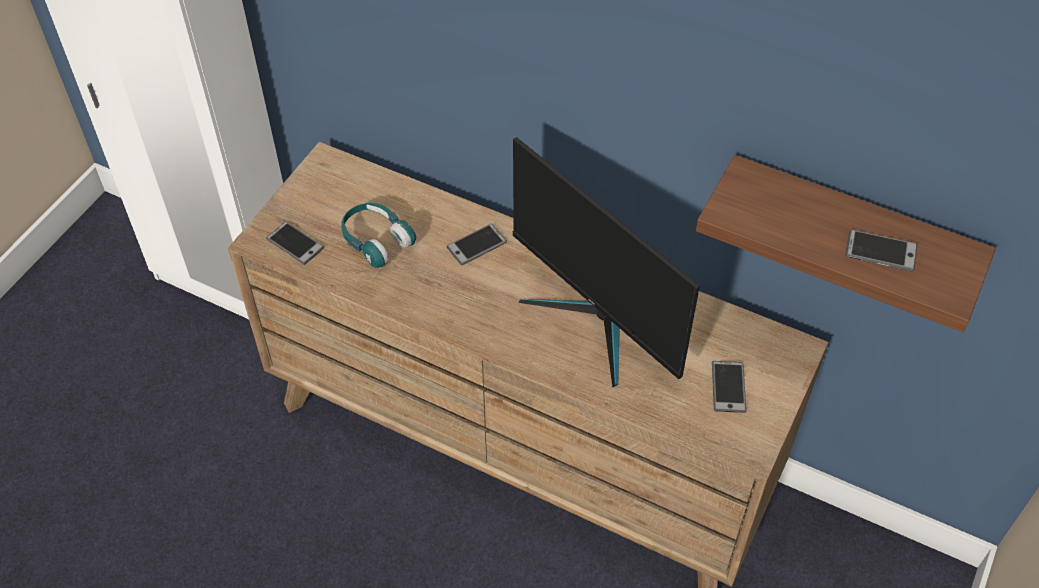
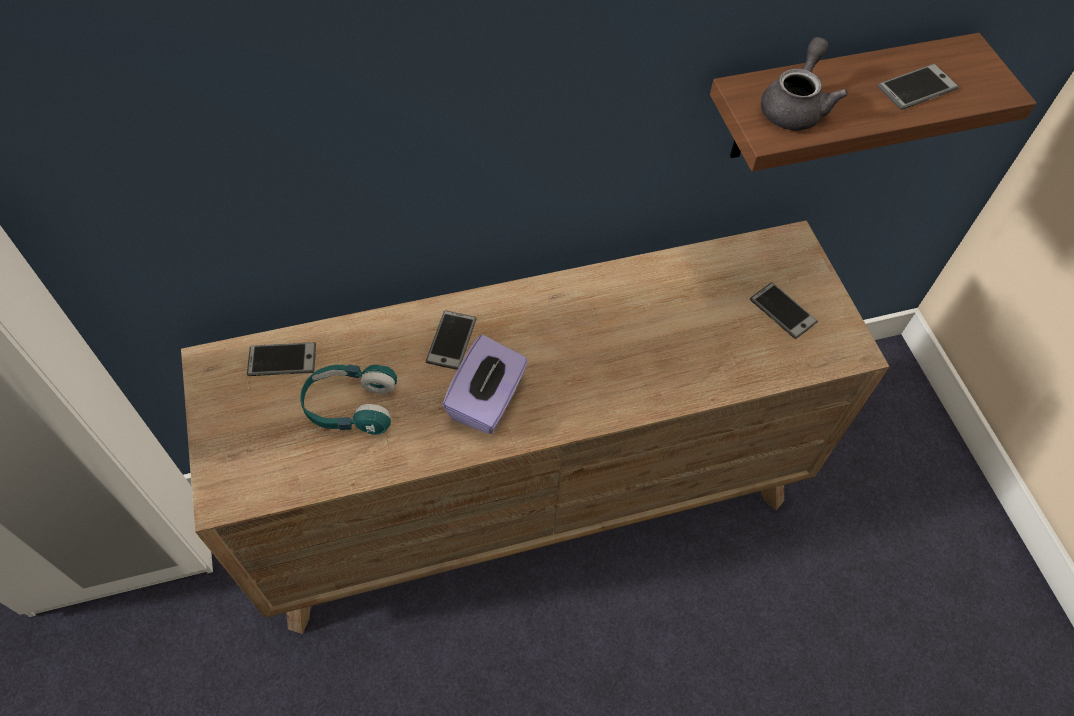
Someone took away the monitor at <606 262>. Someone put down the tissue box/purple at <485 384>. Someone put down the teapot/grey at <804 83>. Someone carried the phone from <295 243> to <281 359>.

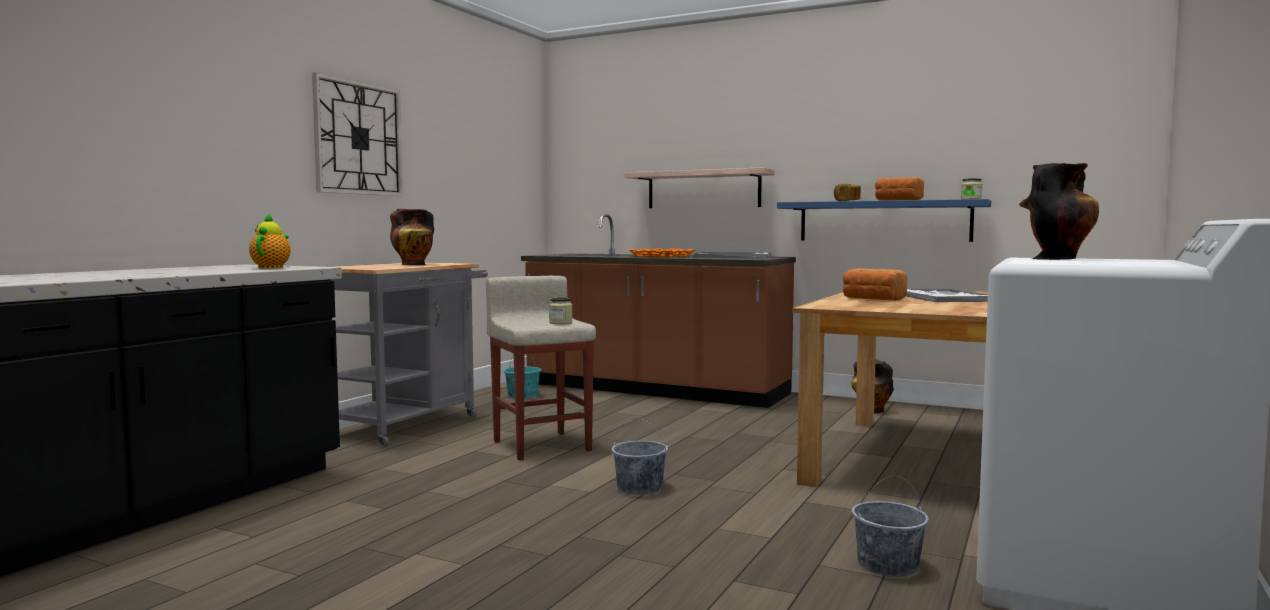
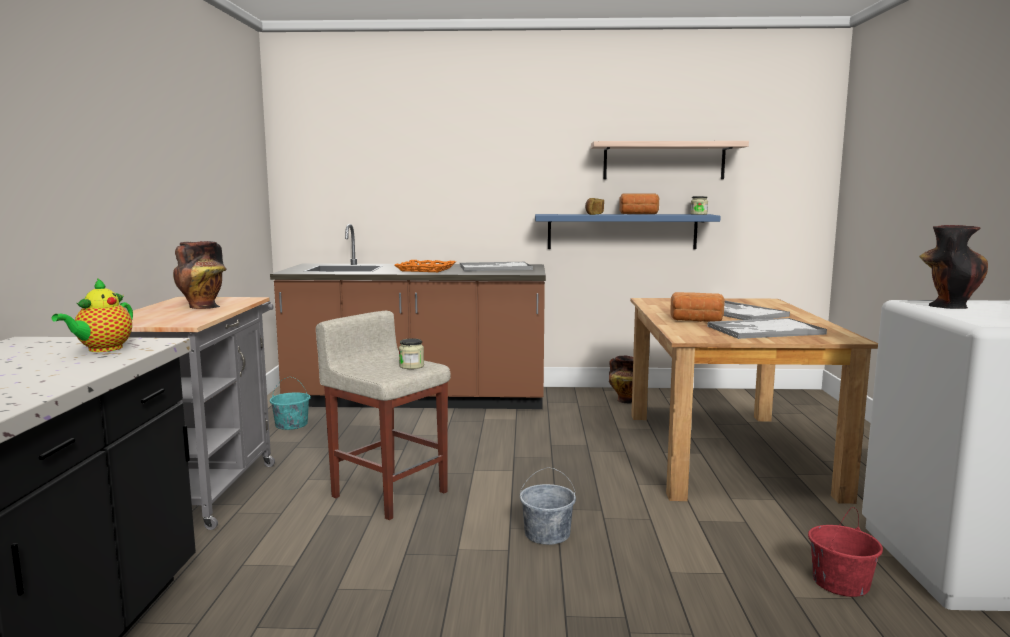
Someone took away the wall clock at <357 134>. Someone put down the tray at <767 328>. Someone carried the shelf from <699 187> to <670 160>. Someone repainted the bucket/grey at <890 526>, which became the bucket/red at <845 552>. Someone rotated the teapot at <270 241> by 135 degrees counterclockwise.

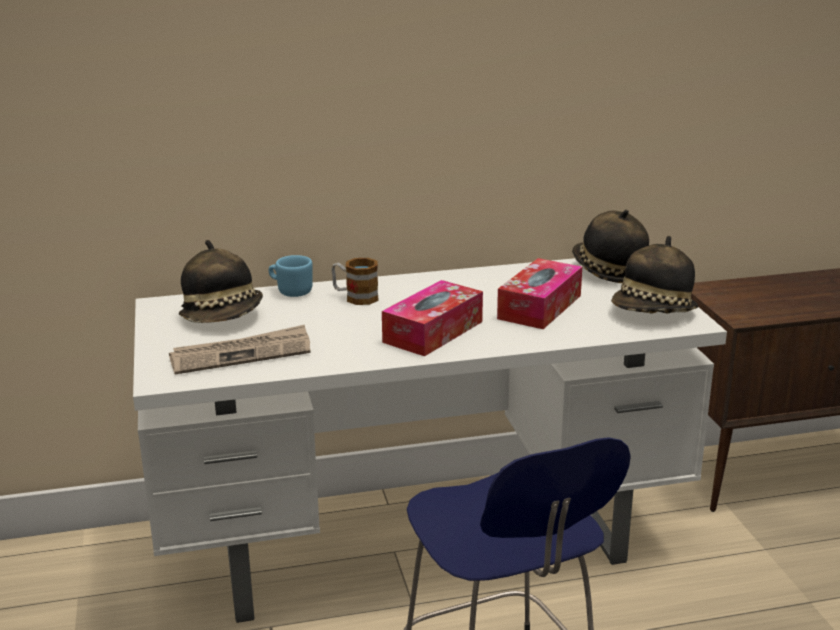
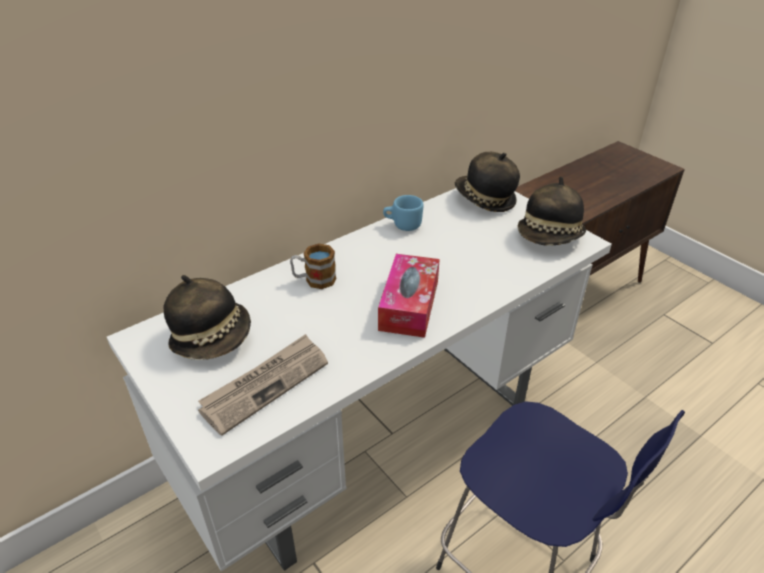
Someone took away the tissue box at <539 293>. Someone carried the mug/blue from <291 276> to <403 213>.

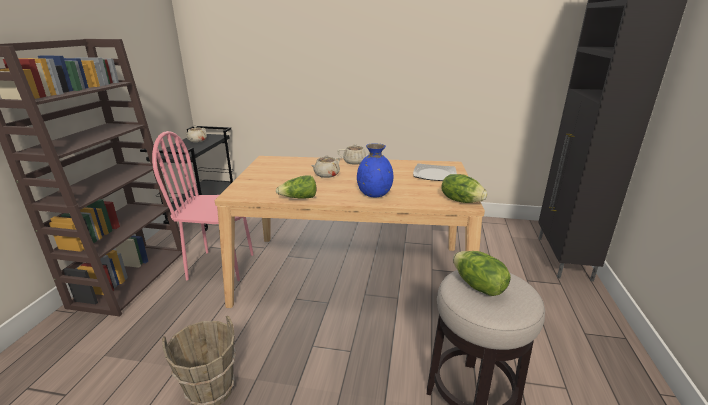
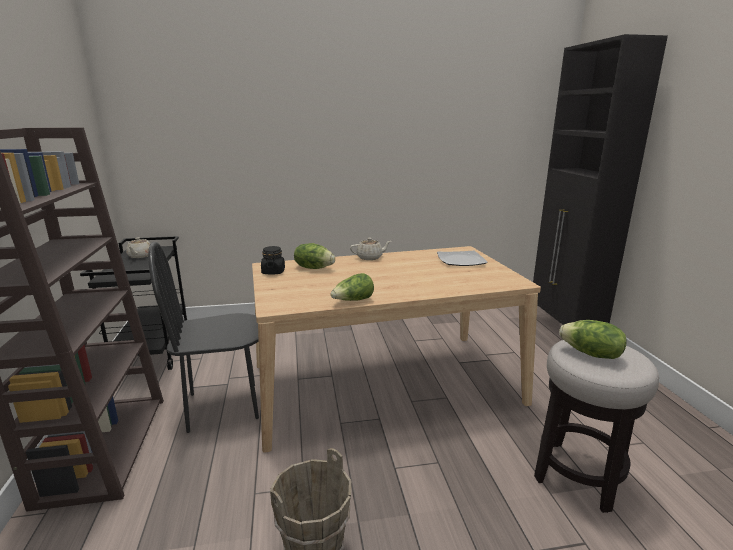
Someone took away the teapot/beige at <325 166>. Someone took away the vase/blue at <375 170>. Someone put down the jar/black at <273 260>. Someone carried the lettuce from <464 188> to <314 256>. Someone repainted the chair/pink at <203 206>, which became the chair/black at <203 337>.

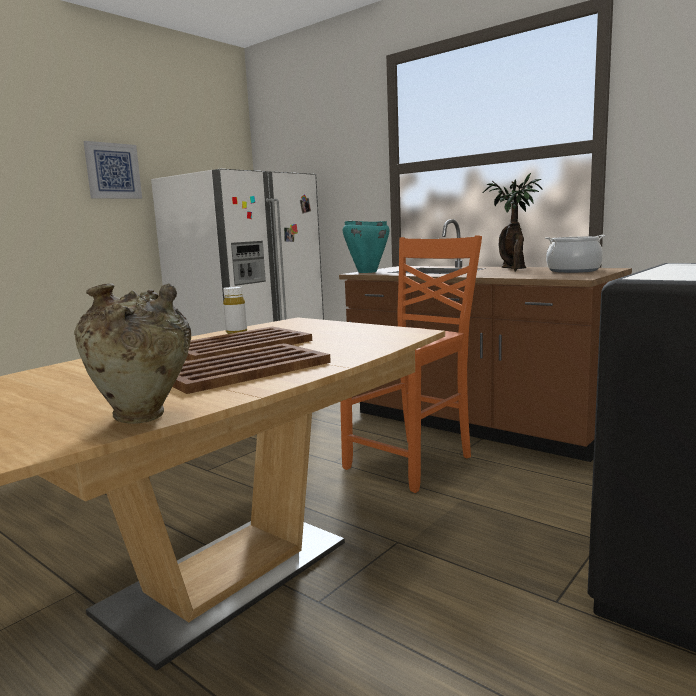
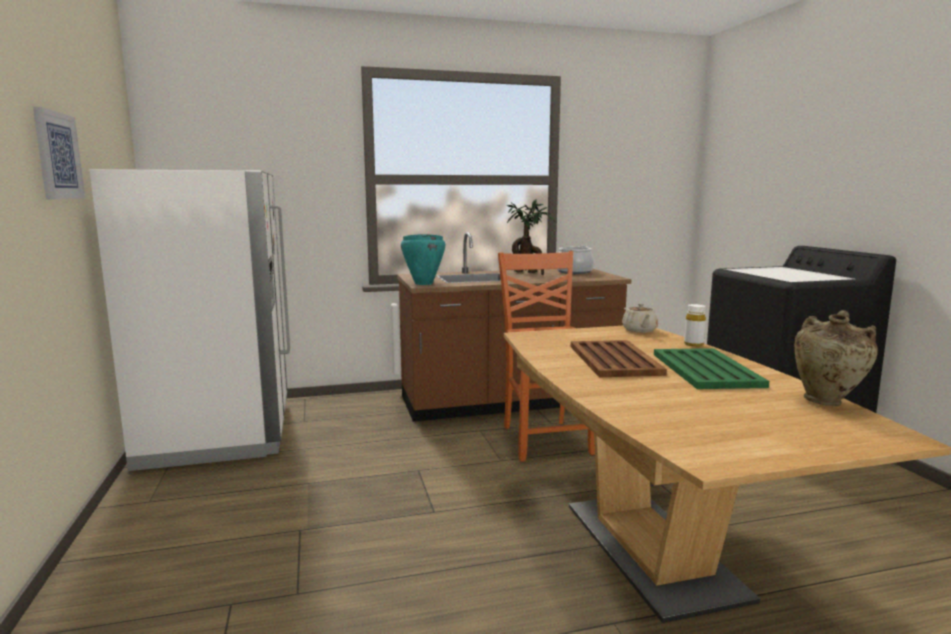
Someone put down the teapot/beige at <640 318>. Someone carried the bottle/white from <235 310> to <695 325>. Someone repainted the tray/brown at <252 368>, which became the tray/green at <711 368>.

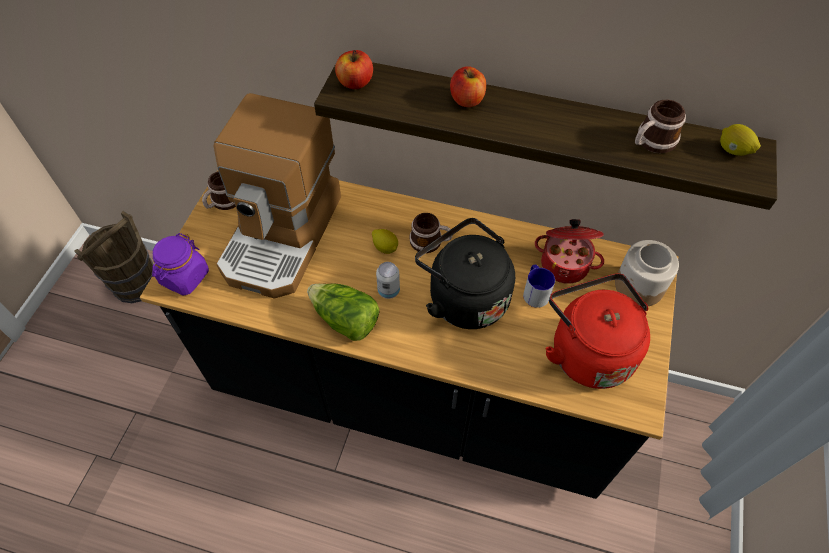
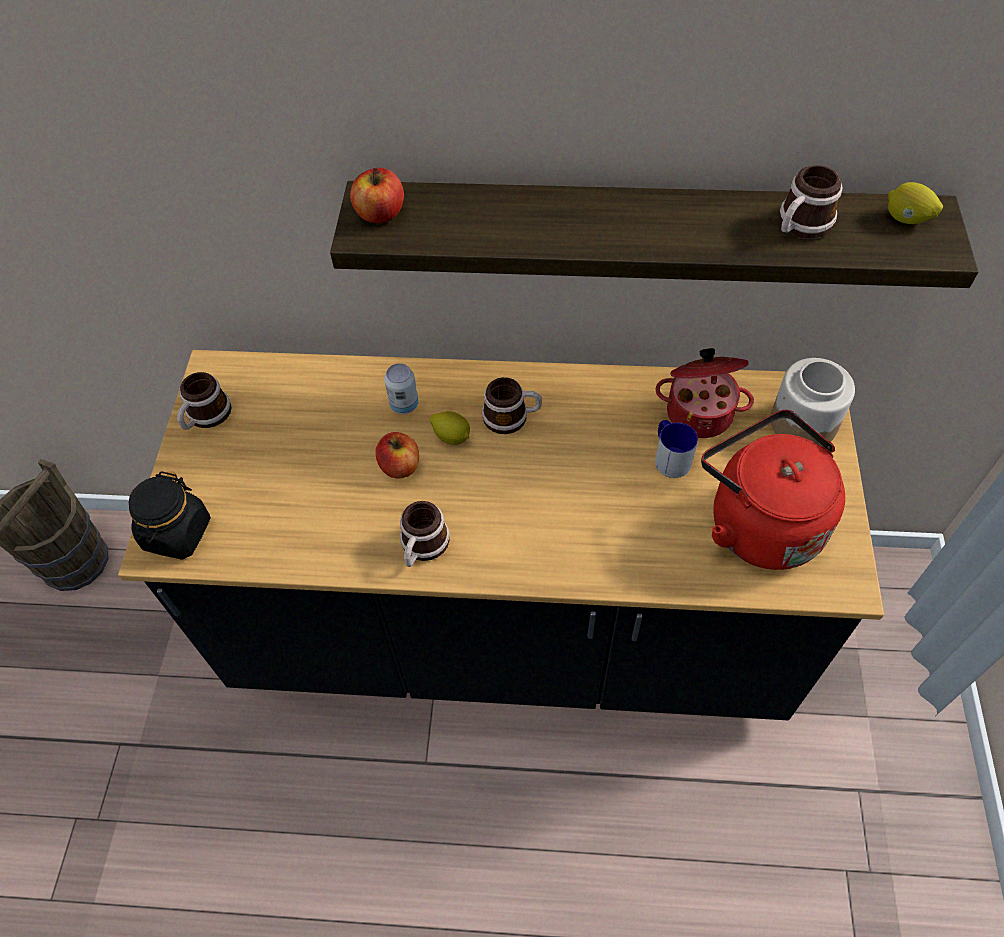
Someone took away the coffee machine at <277 196>. Someone took away the kettle/black at <465 273>. Someone carried the can from <388 280> to <401 388>. Someone carried the apple from <468 86> to <397 455>. Someone swapped the lettuce at <343 312> for the mug at <425 534>. Someone repainted the jar/purple at <180 264>, which became the jar/black at <170 515>.

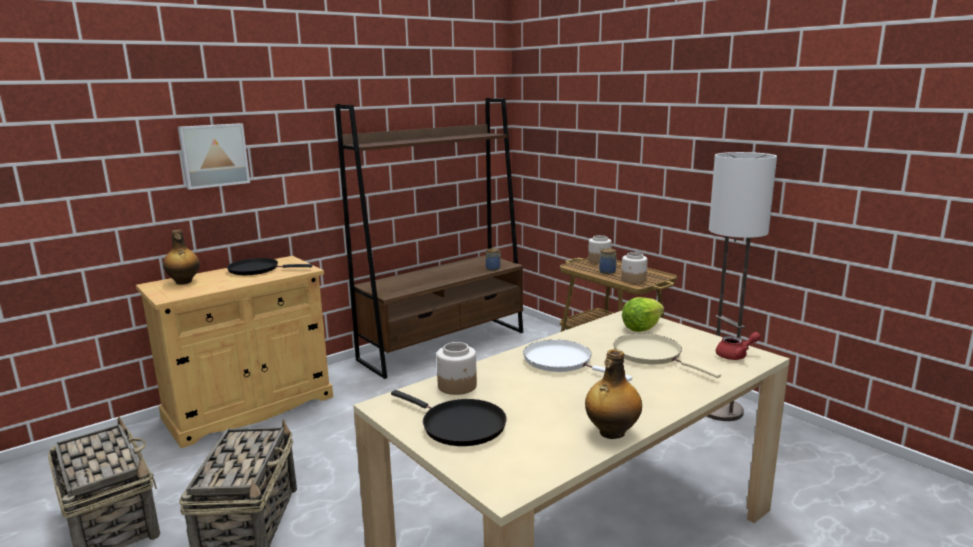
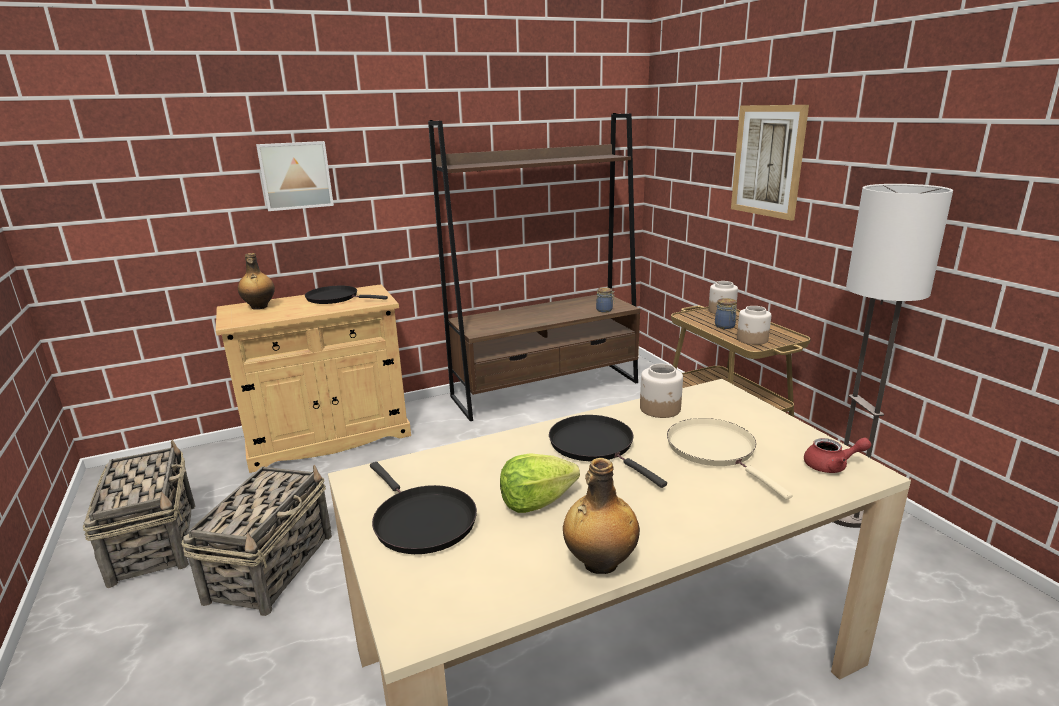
Someone put up the picture at <770 163>. Someone carried the jar from <457 368> to <661 391>. Someone carried the lettuce from <643 314> to <540 483>. Someone repainted the frying pan/white at <577 360>, which became the frying pan/black at <608 451>.

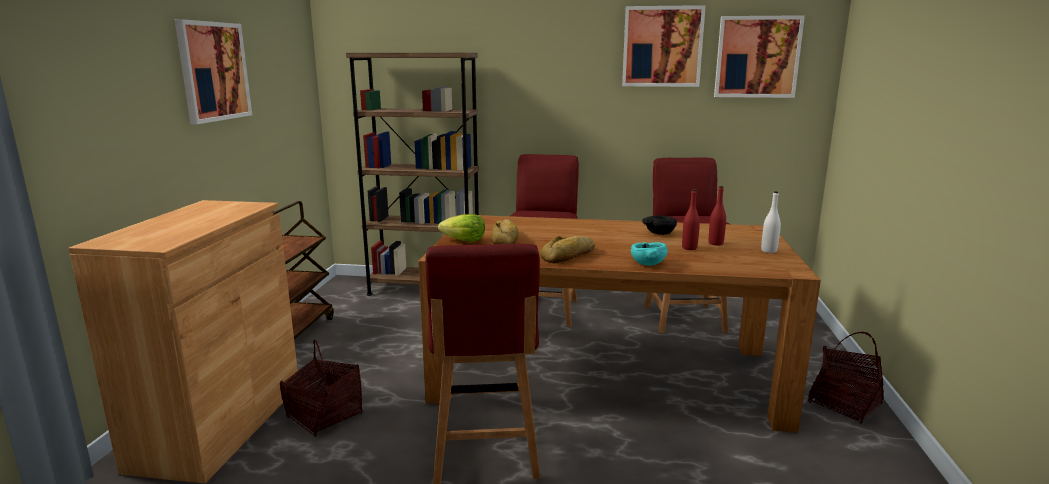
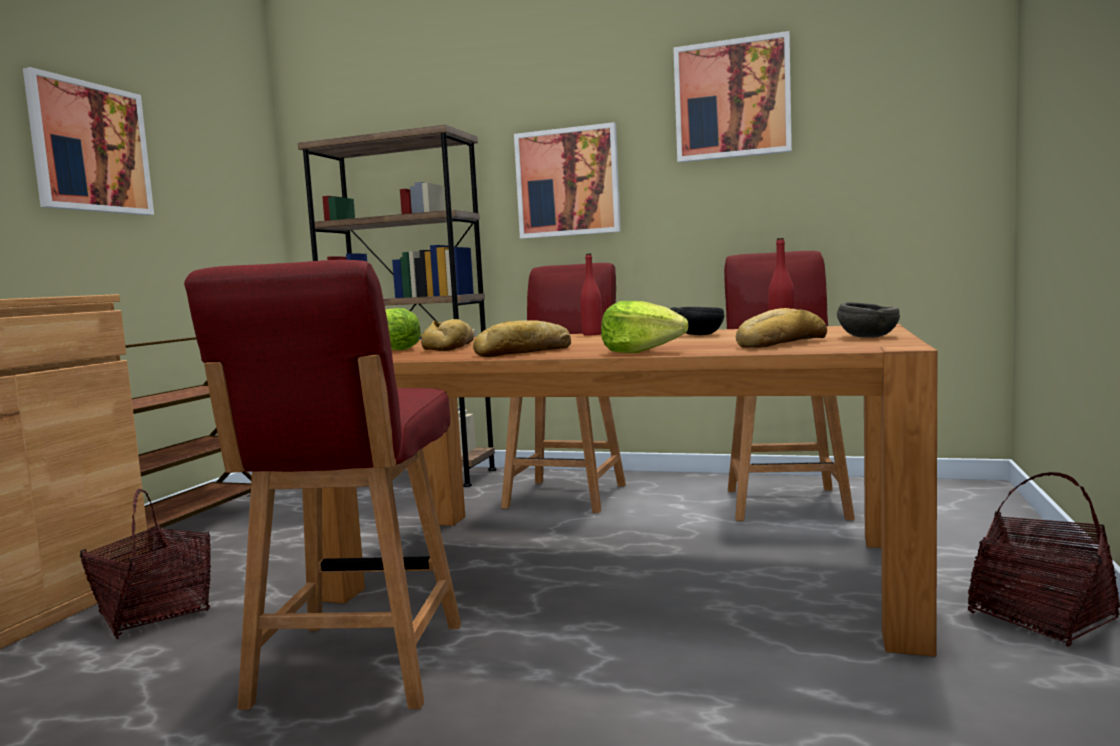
Someone put down the bread at <781 328>. Someone carried the bottle/red from <691 219> to <591 294>. Someone carried the picture from <759 56> to <567 180>. Someone swapped the bowl/turquoise at <649 253> for the lettuce at <644 327>. Someone swapped the bottle/white at <771 222> for the bowl/grey at <868 320>.

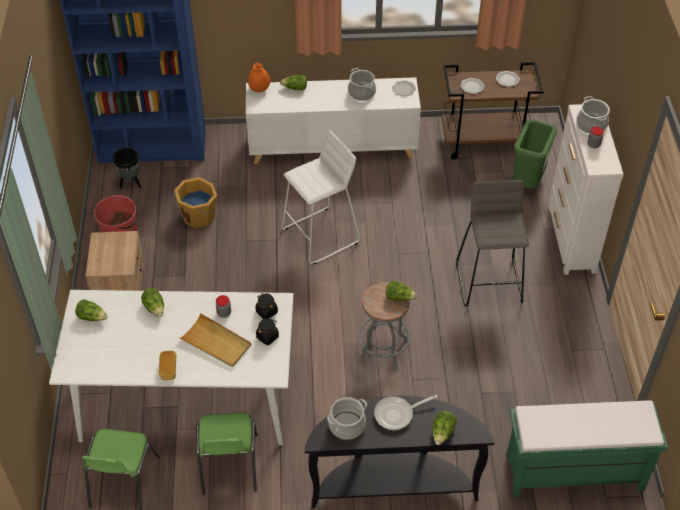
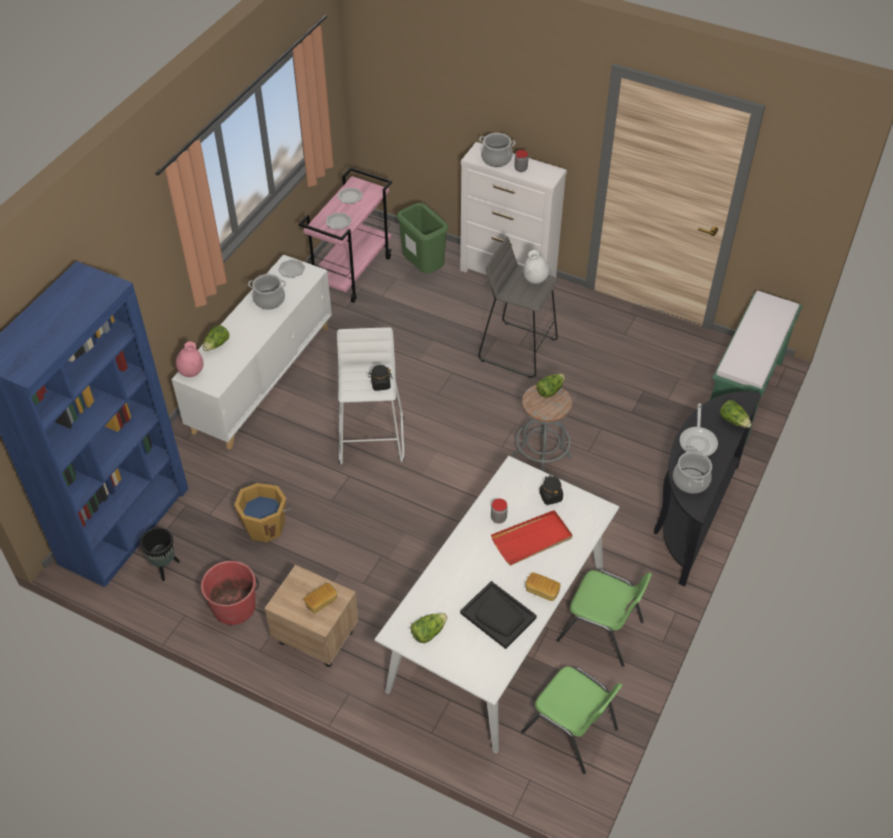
Someone took away the lettuce at <152 302>. Someone put down the bread at <320 598>. Someone put down the tray/black at <498 615>. Someone put down the vase/white at <536 267>. Someone carried the jar/black from <266 306> to <380 378>. Someone repainted the tray/beige at <215 340>, which became the tray/red at <532 537>. Someone repainted the vase/orange at <259 77>, which became the vase/pink at <190 359>. Someone repainted the cart/brown at <492 111>, which became the cart/pink at <345 235>.

